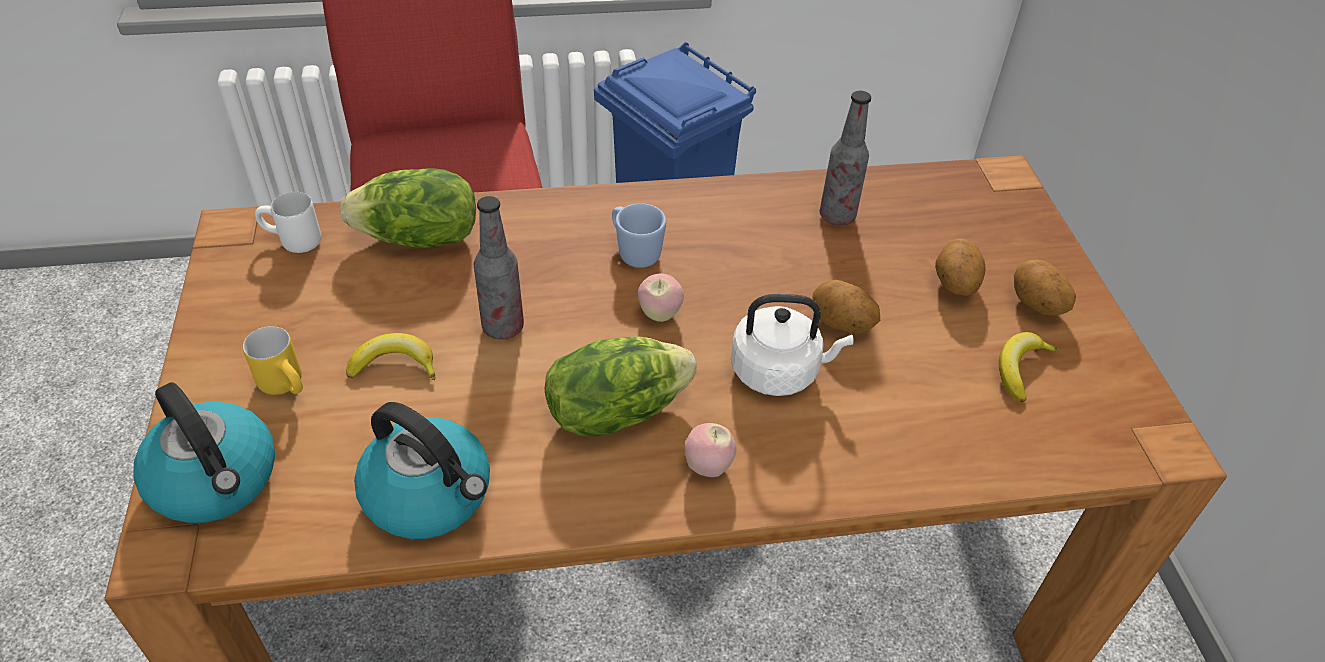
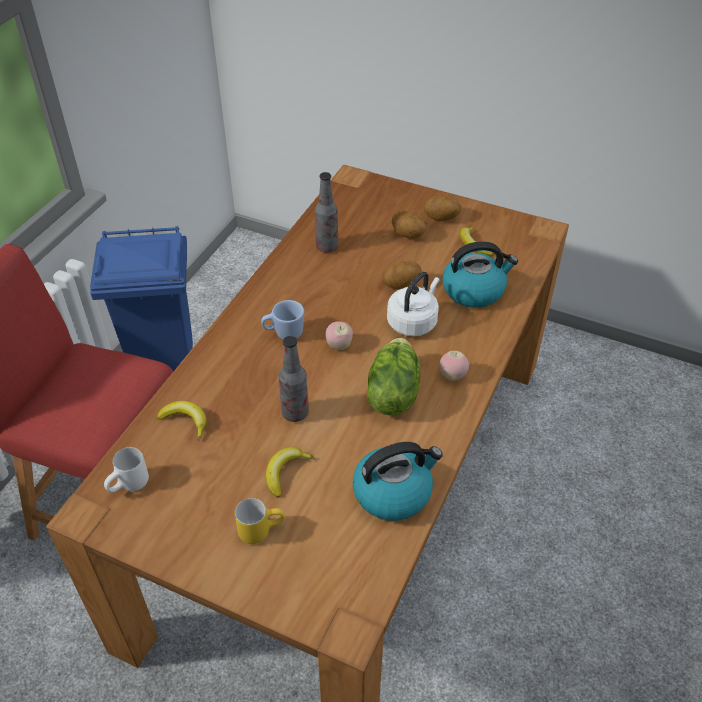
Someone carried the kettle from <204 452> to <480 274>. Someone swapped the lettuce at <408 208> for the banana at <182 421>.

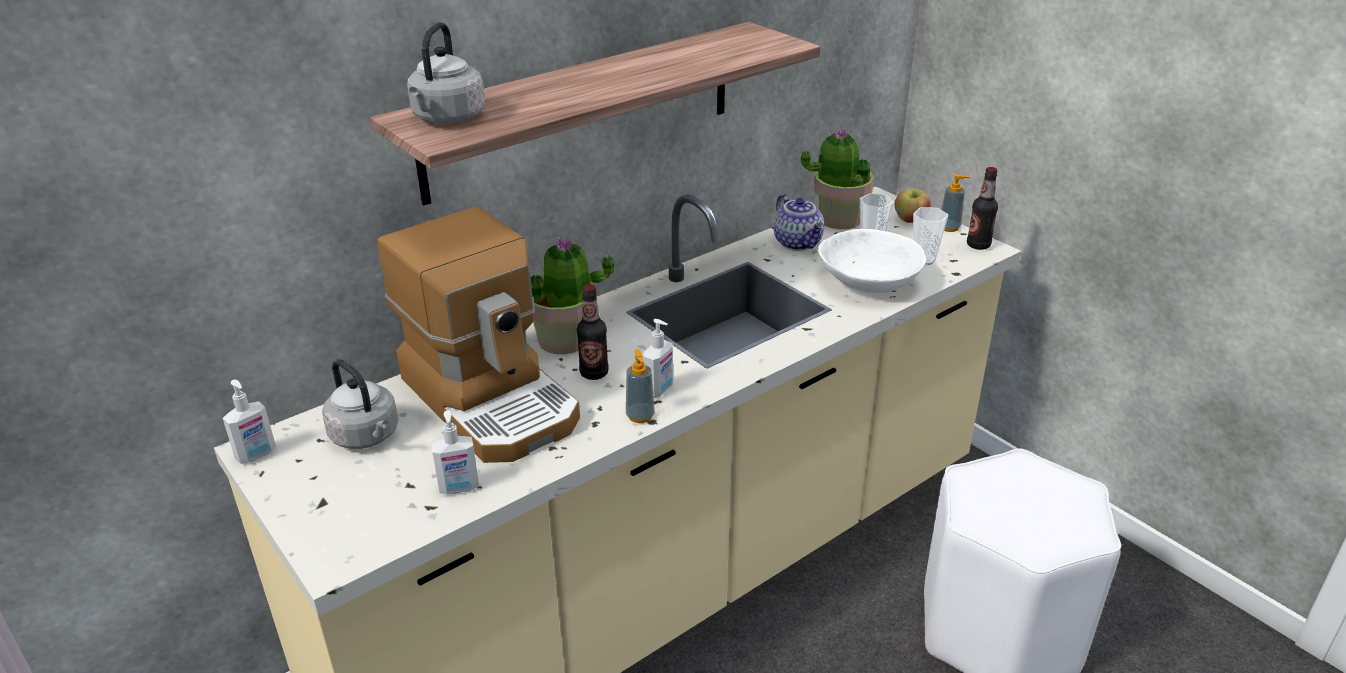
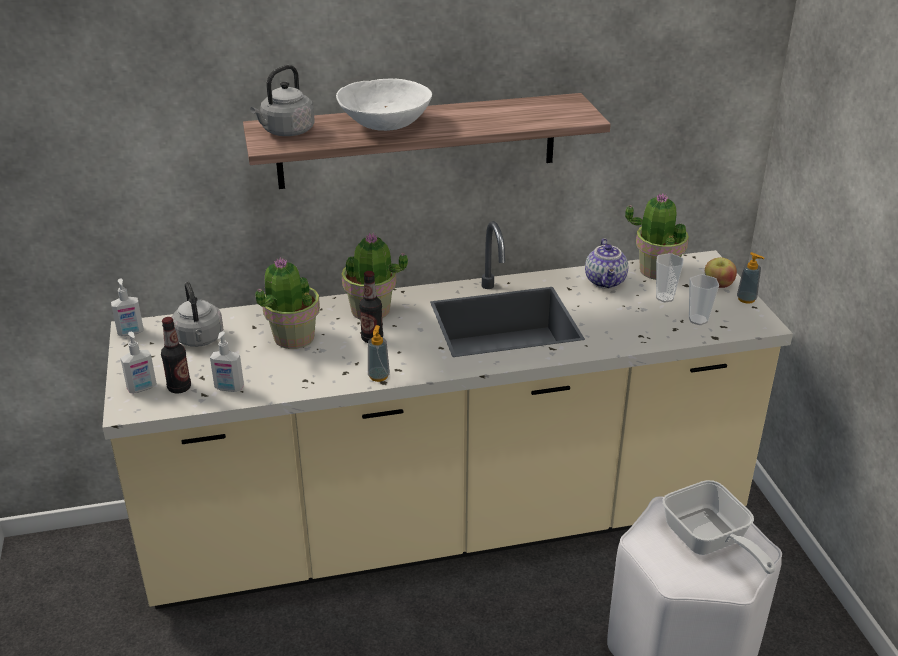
Someone put down the frying pan at <719 527>. Someone carried the soap dispenser from <658 358> to <138 362>. Someone carried the bowl/white from <872 261> to <384 104>. Someone carried the bottle from <982 208> to <176 355>. Someone swapped the coffee machine at <478 335> for the potted plant at <287 303>.

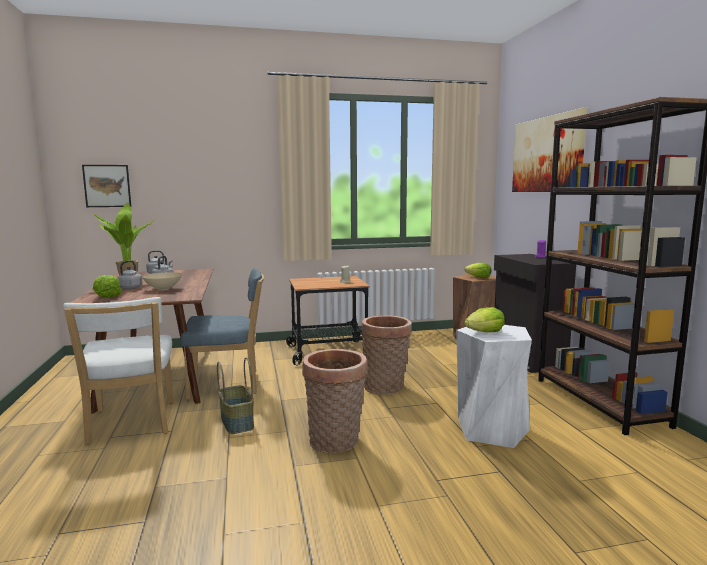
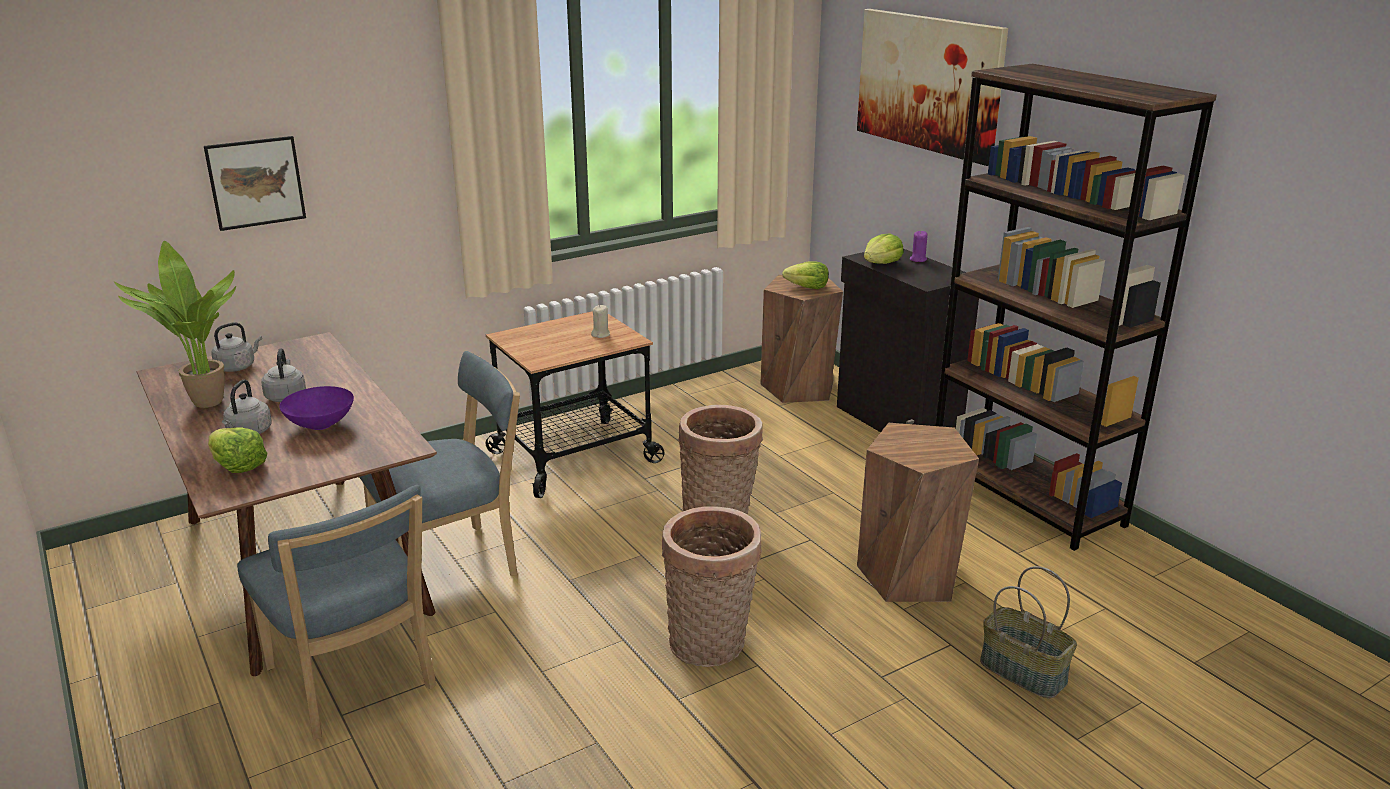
Someone carried the picture from <106 186> to <255 183>. Someone carried the basket from <235 396> to <1028 632>. Someone carried the lettuce from <484 319> to <884 249>. Someone repainted the chair/white at <118 371>, which became the chair/blue at <336 612>. Someone repainted the bowl/beige at <162 281>, which became the bowl/purple at <316 408>. Someone repainted the stool/white at <494 386>, which became the stool/brown at <918 512>.

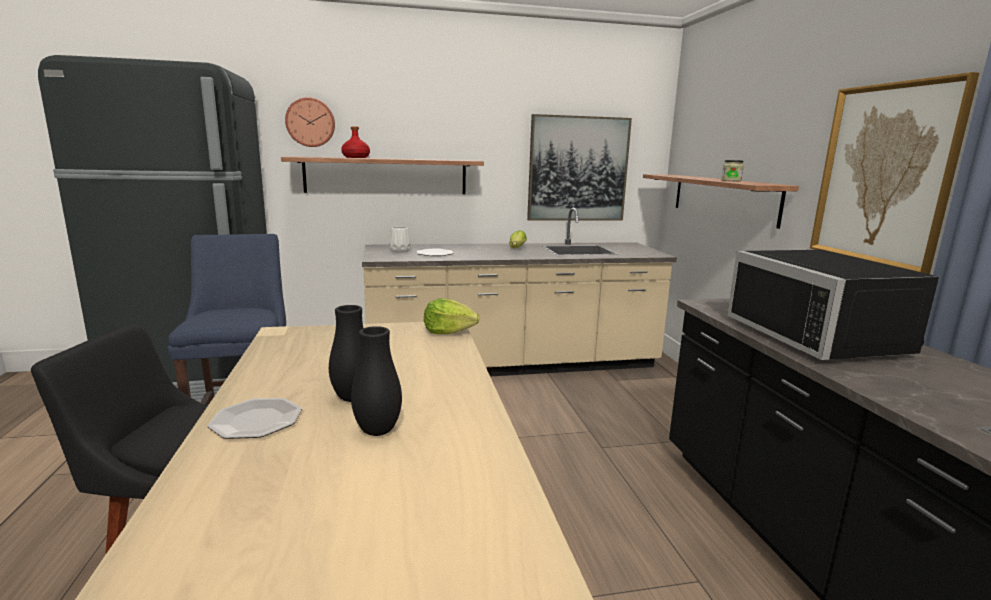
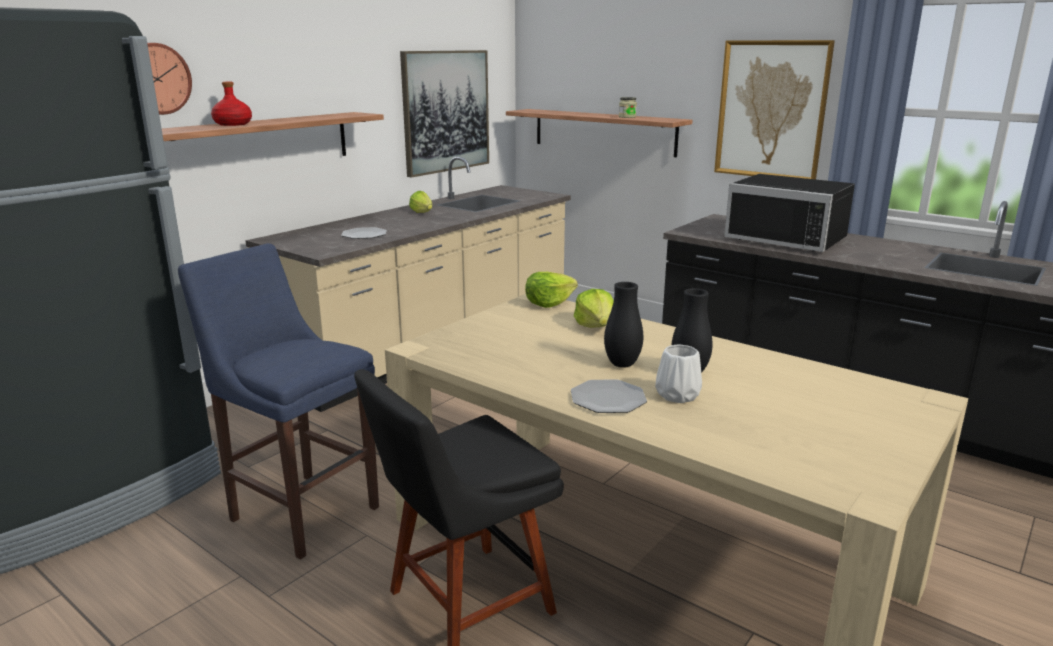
Someone put down the lettuce at <594 308>. Someone carried the vase/white from <400 239> to <678 374>.

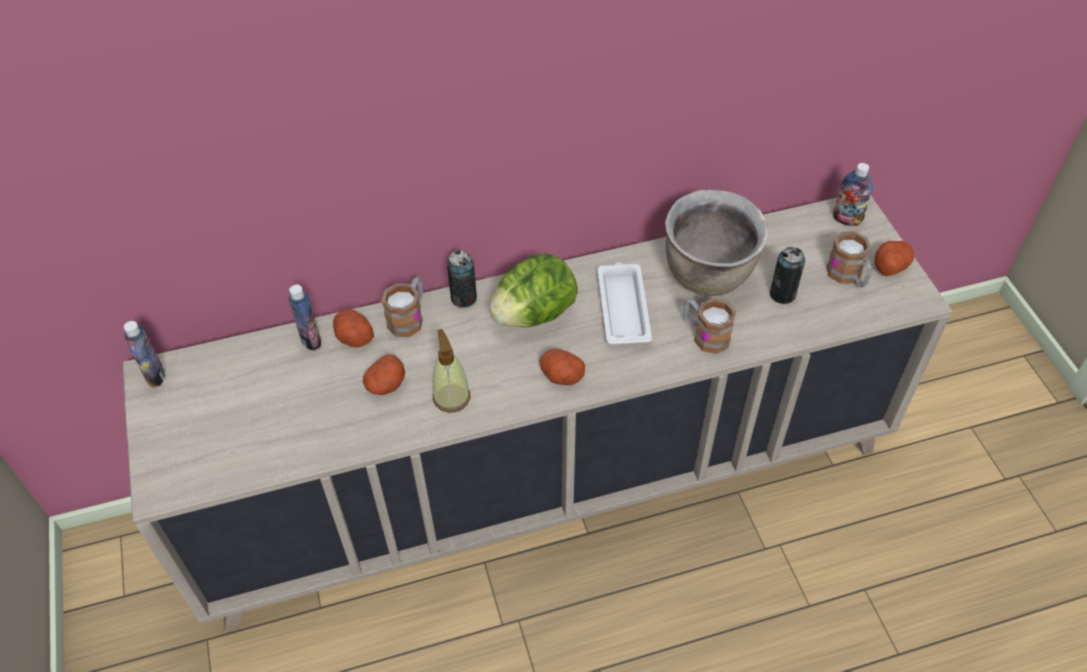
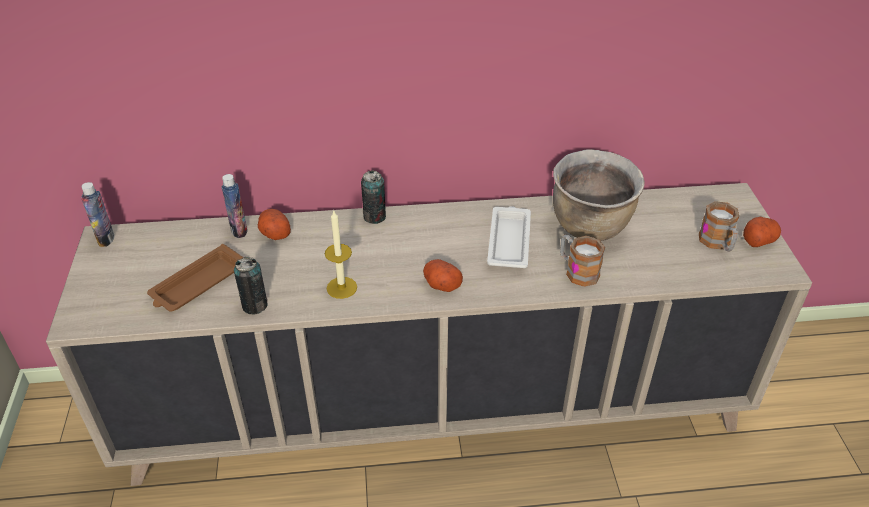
Someone took away the potato at <384 374>. Someone took away the mug at <402 307>. Someone took away the lettuce at <533 290>. Someone took away the bottle at <853 194>. Someone put down the tray/brown at <195 278>. Someone carried the can from <788 275> to <251 285>. Someone swapped the soap dispenser at <451 371> for the candle at <341 255>.

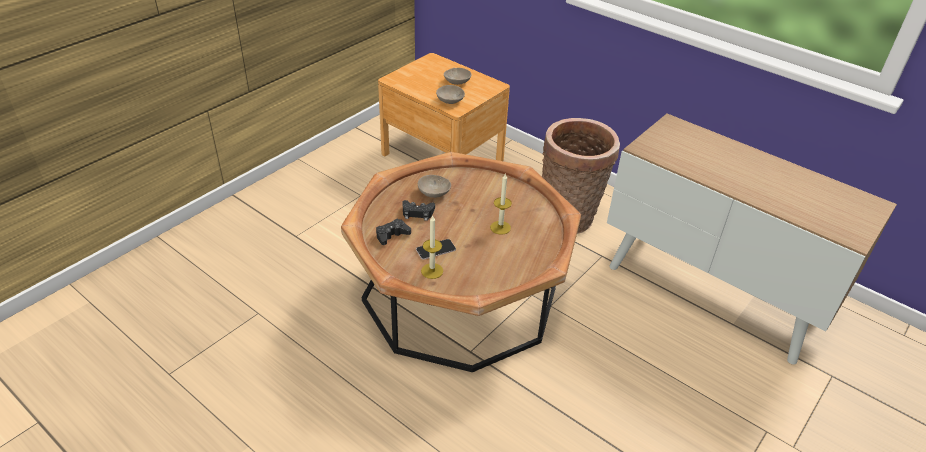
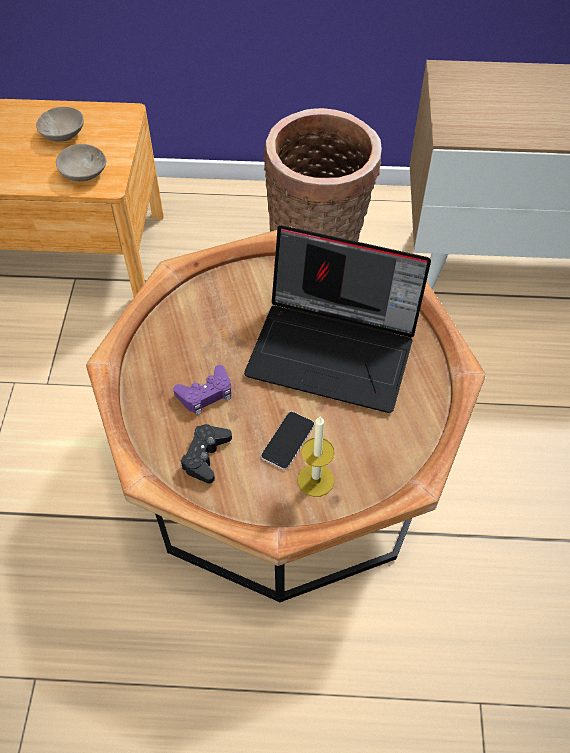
Someone took away the bowl/beige at <434 186>. Someone swapped the candle at <501 204> for the laptop at <337 319>. Someone repainted the game controller/black at <419 210>, which became the game controller/purple at <202 390>.

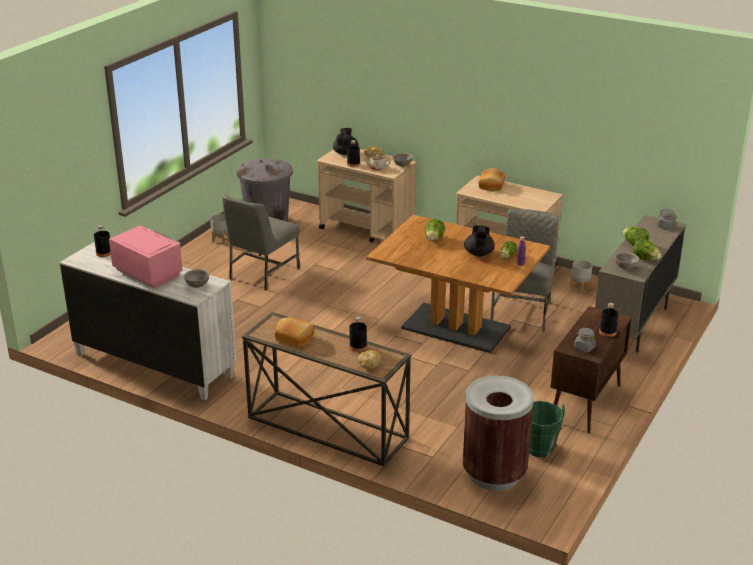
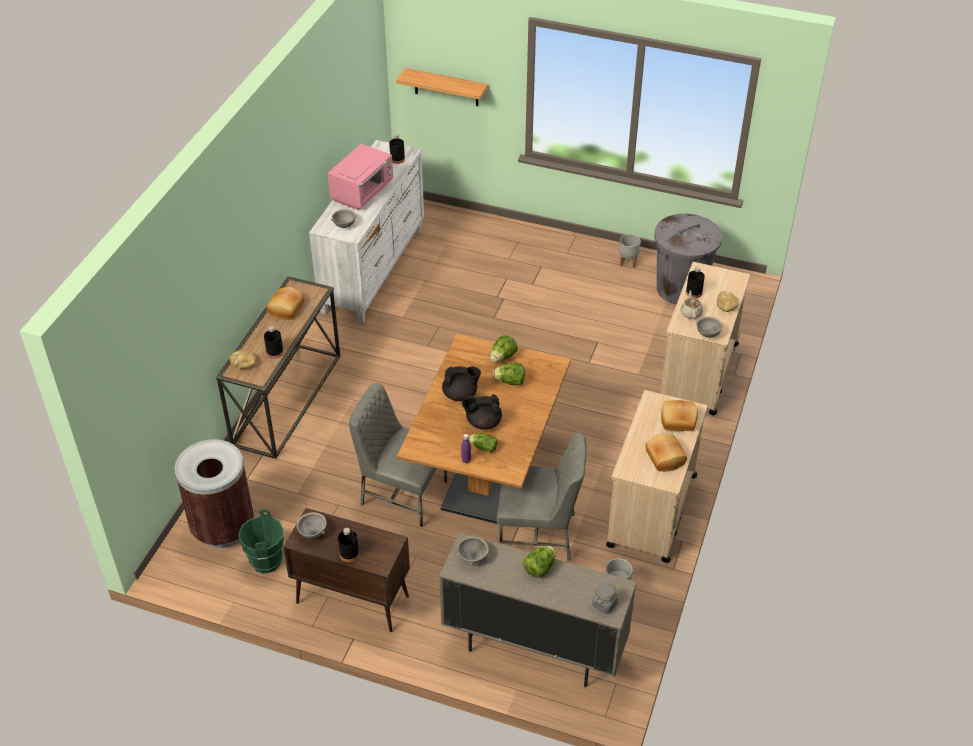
Someone put up the shelf at <442 87>. Someone put down the bread at <666 452>. Someone carried the chair/grey from <261 242> to <398 455>. Someone carried the teapot/black from <346 141> to <461 383>. Someone carried the lettuce from <647 249> to <504 348>. Someone swapped the jar/grey at <585 340> for the bowl/grey at <312 525>.

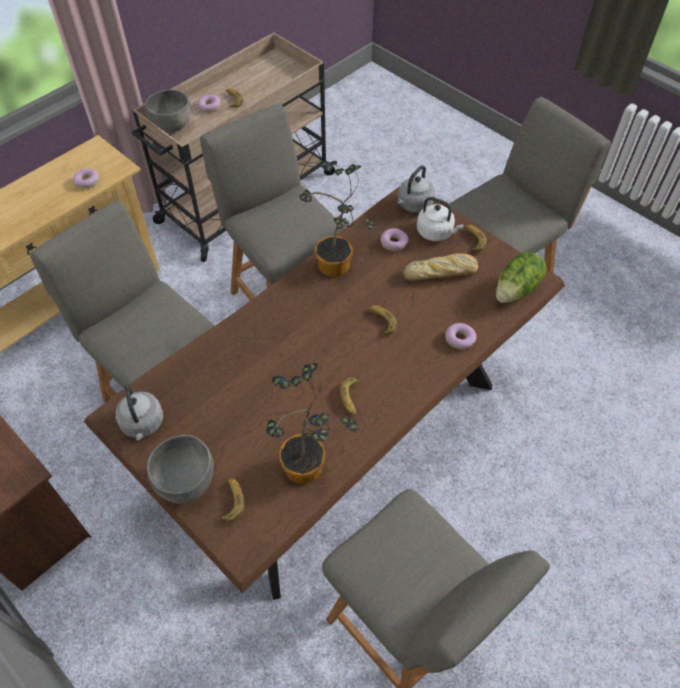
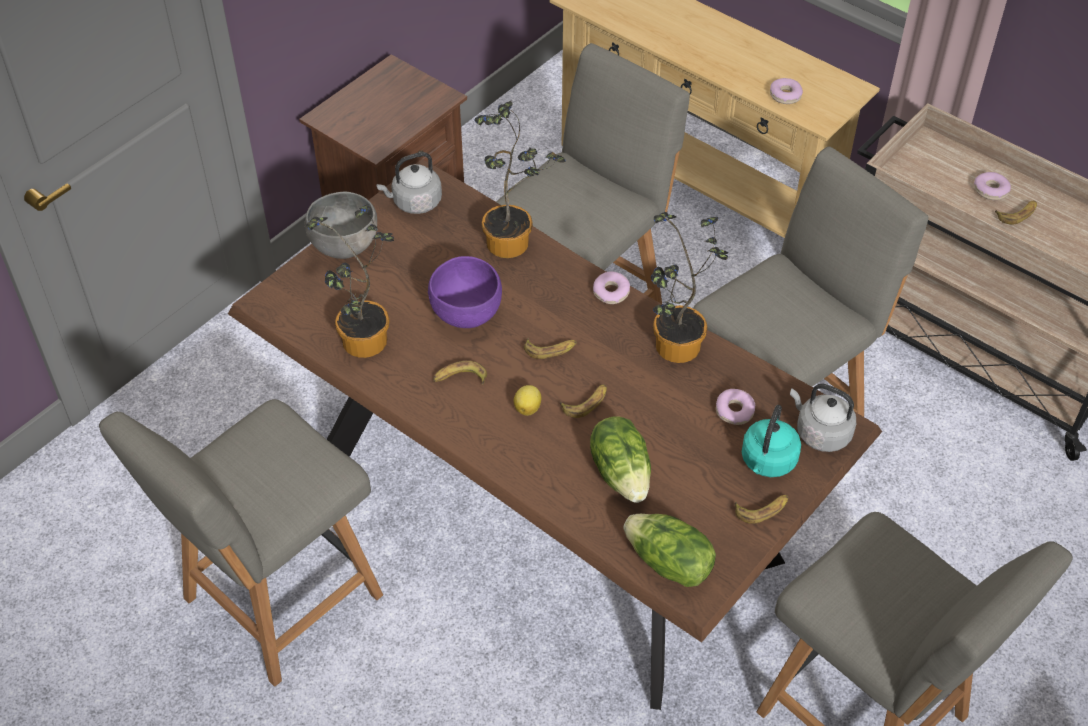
Someone took away the bowl/grey at <168 110>. Someone took away the bread at <440 267>. Someone put down the bowl/purple at <465 292>. Someone put down the potted plant at <520 179>. Someone put down the lemon at <527 400>. Someone put down the lettuce at <620 459>. Someone carried the banana from <231 500> to <550 348>. Someone carried the donut from <460 336> to <611 287>. Someone repainted the kettle/white at <440 219>, which became the kettle/turquoise at <771 441>.

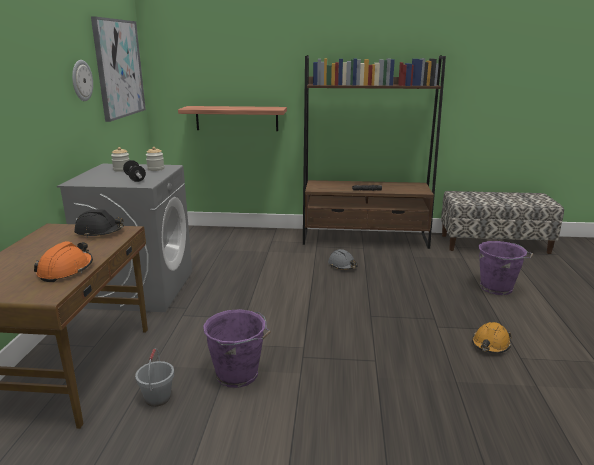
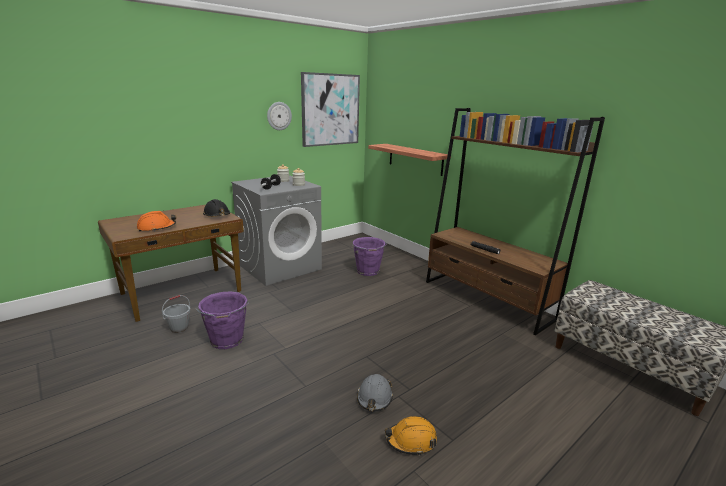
Someone carried the hard hat/grey from <343 259> to <375 392>. Someone carried the bucket/purple from <506 268> to <369 256>.

